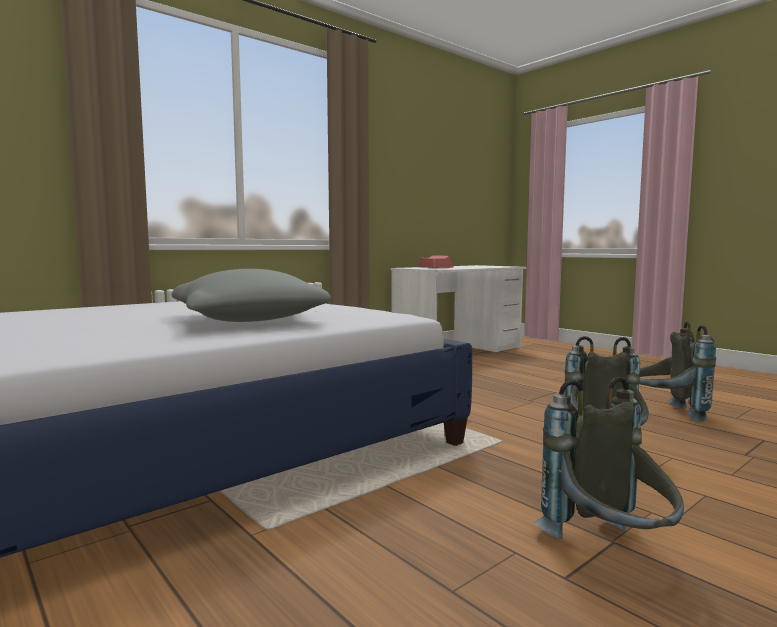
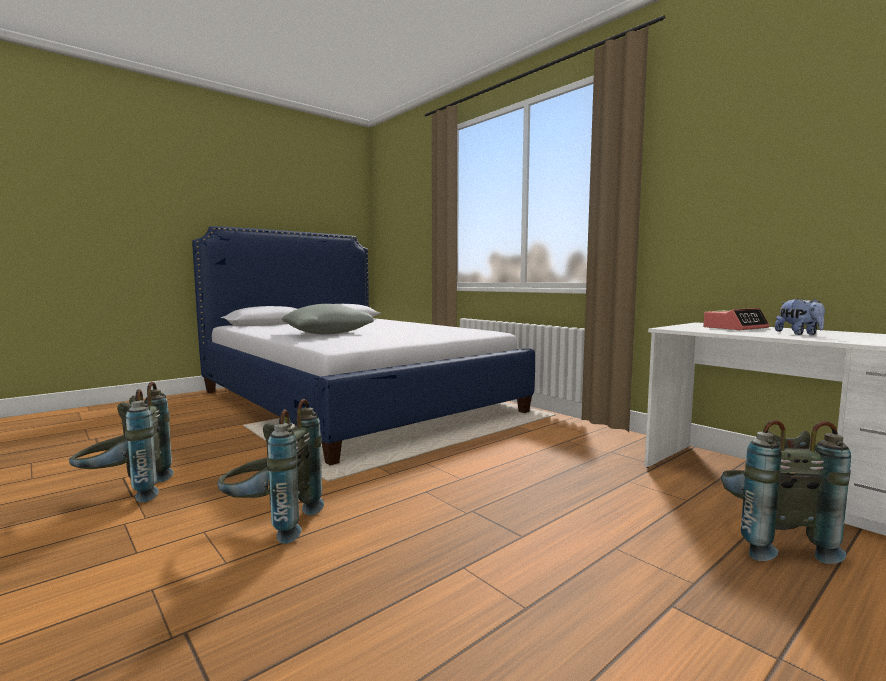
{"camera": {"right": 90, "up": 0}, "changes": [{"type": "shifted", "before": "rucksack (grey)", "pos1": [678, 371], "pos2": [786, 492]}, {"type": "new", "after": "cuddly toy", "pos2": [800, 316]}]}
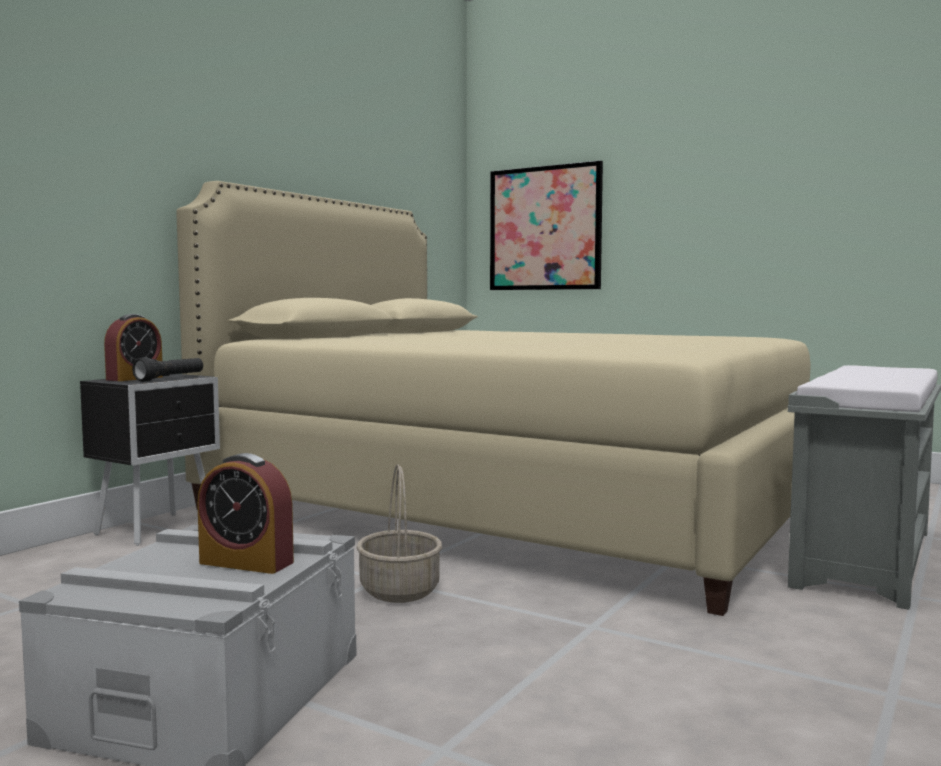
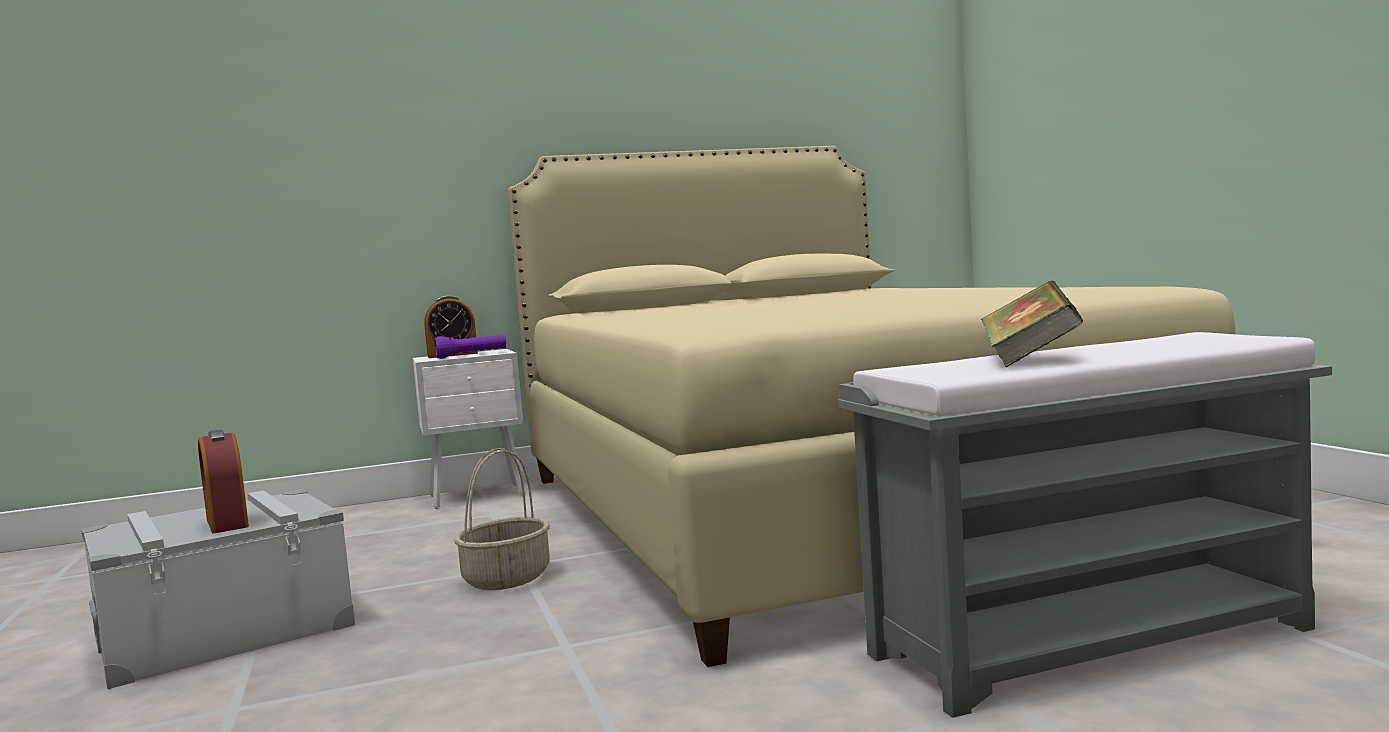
{"camera": {"right": 40, "up": 0}, "changes": [{"type": "gone", "before": "picture", "pos1": [546, 225]}, {"type": "repainted", "before": "torch (black-coloured)", "after": "torch (purplish)", "pos1": [167, 369], "pos2": [470, 347]}, {"type": "repainted", "before": "nightstand (black-coloured)", "after": "nightstand (whitish)", "pos1": [150, 460], "pos2": [470, 429]}, {"type": "new", "after": "bound book", "pos2": [1032, 324]}]}
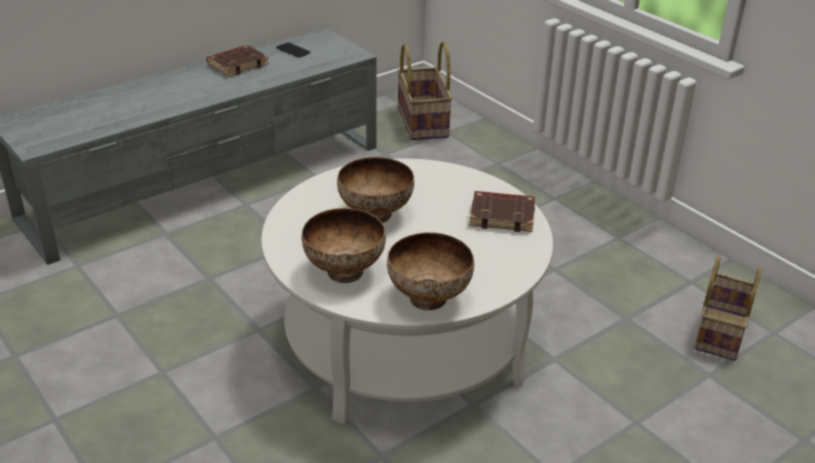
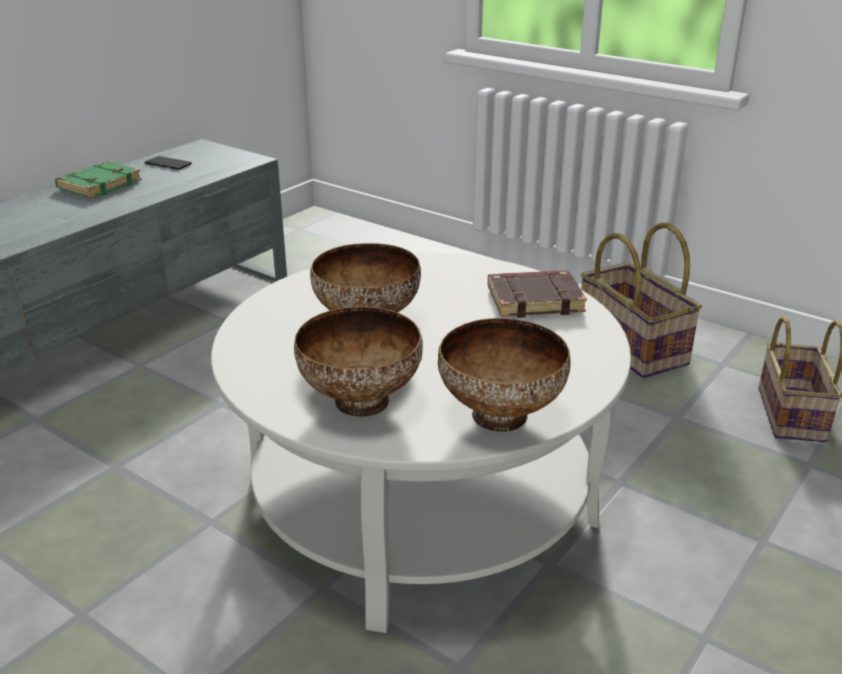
{"camera": {"right": -15, "up": -5}, "changes": [{"type": "shifted", "before": "storage basket", "pos1": [424, 91], "pos2": [641, 300]}, {"type": "repainted", "before": "bound book (brownish)", "after": "bound book (greenish)", "pos1": [238, 61], "pos2": [98, 179]}]}
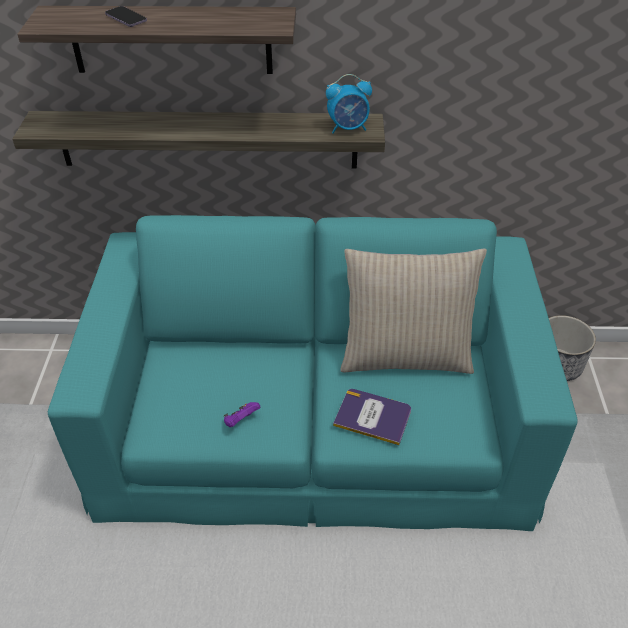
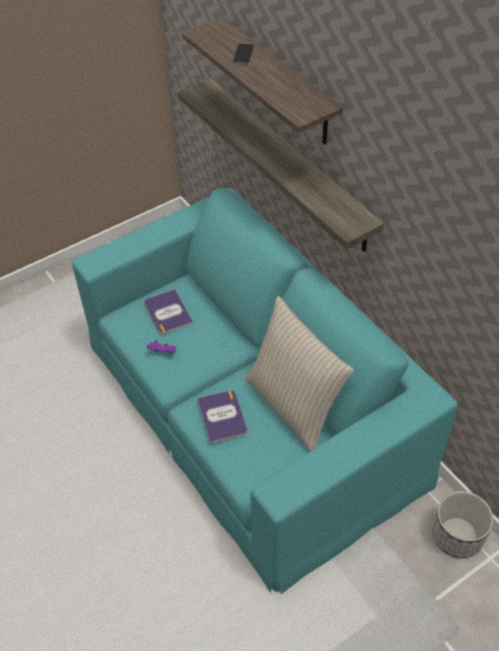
{"camera": {"right": 55, "up": 5}, "changes": [{"type": "gone", "before": "table clock", "pos1": [349, 104]}, {"type": "new", "after": "bound book", "pos2": [168, 311]}]}
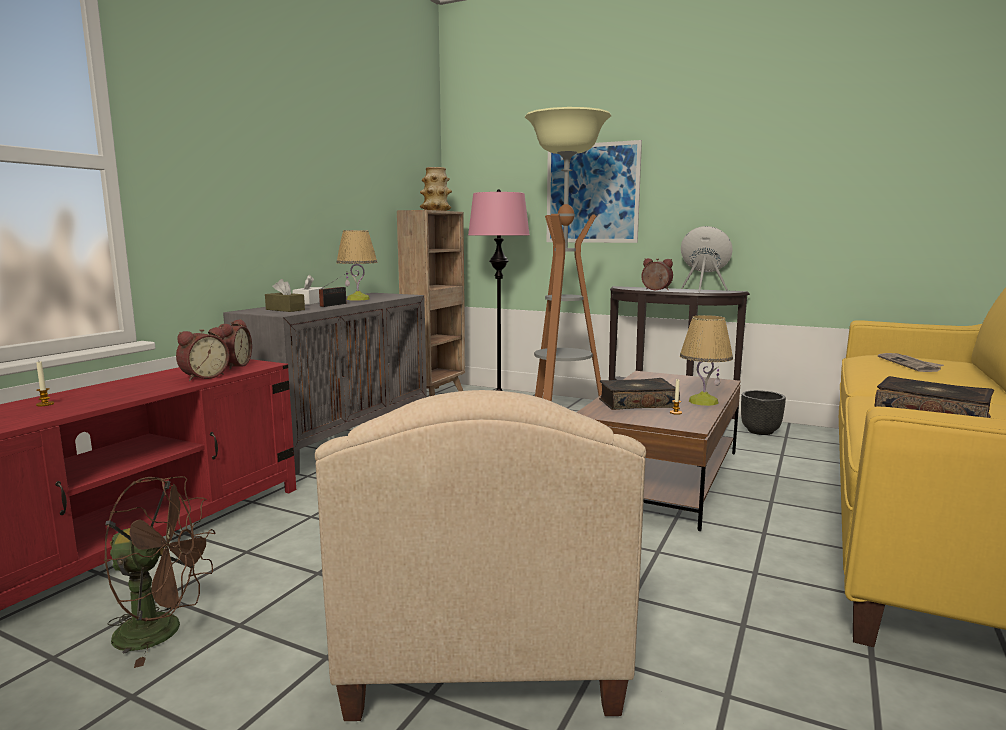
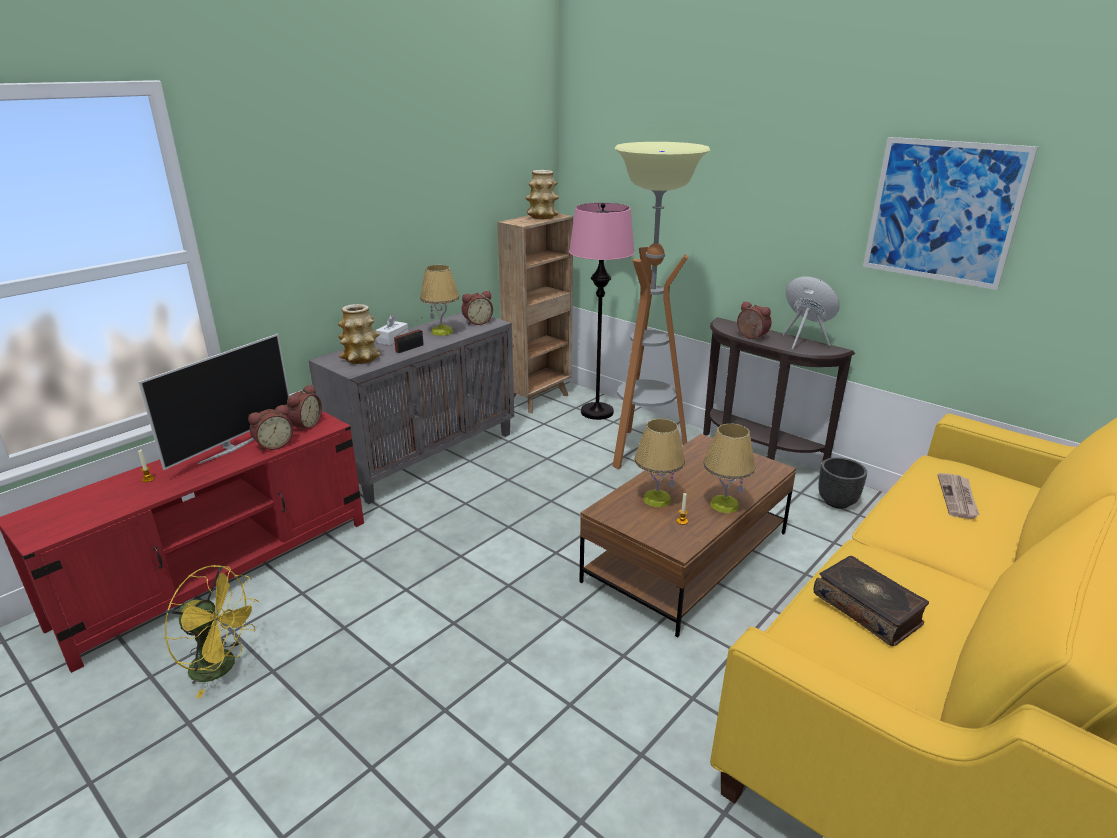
{"camera": {"right": 15, "up": 15}, "changes": [{"type": "shifted", "before": "picture", "pos1": [594, 191], "pos2": [950, 213]}, {"type": "swapped", "before": "tissue holder (brownish)", "after": "flower vase", "pos1": [285, 295], "pos2": [359, 334]}, {"type": "swapped", "before": "bound book", "after": "lamp for a table", "pos1": [639, 394], "pos2": [659, 463]}, {"type": "gone", "before": "armchair (beige)", "pos1": [480, 555]}, {"type": "repainted", "before": "electric fan (brownish)", "after": "electric fan (yellow)", "pos1": [160, 572], "pos2": [211, 631]}, {"type": "new", "after": "table clock", "pos2": [477, 308]}, {"type": "new", "after": "television", "pos2": [214, 402]}]}
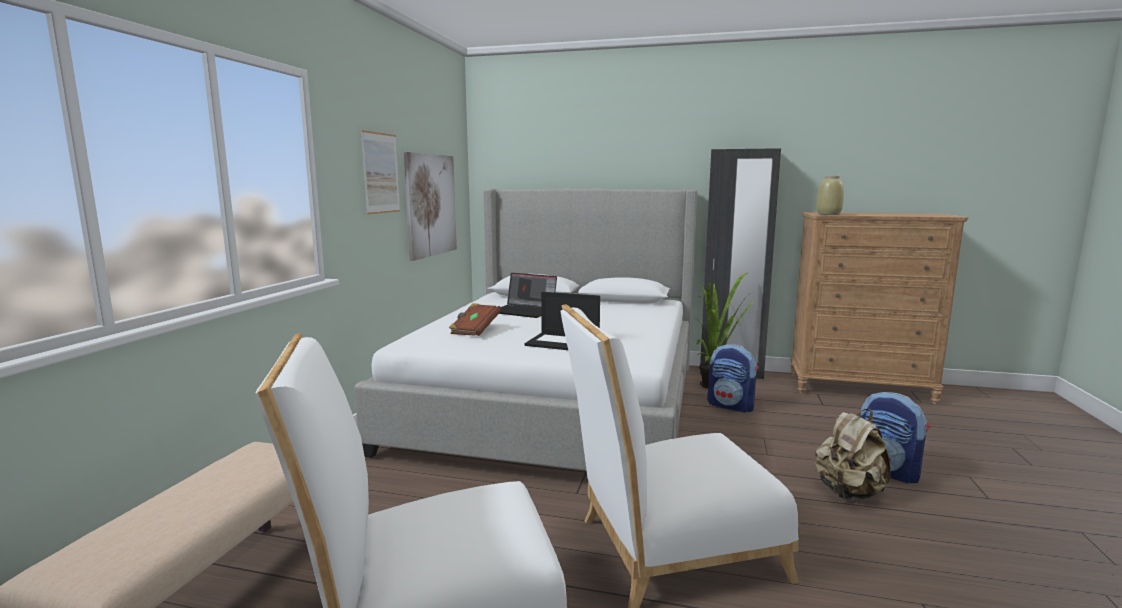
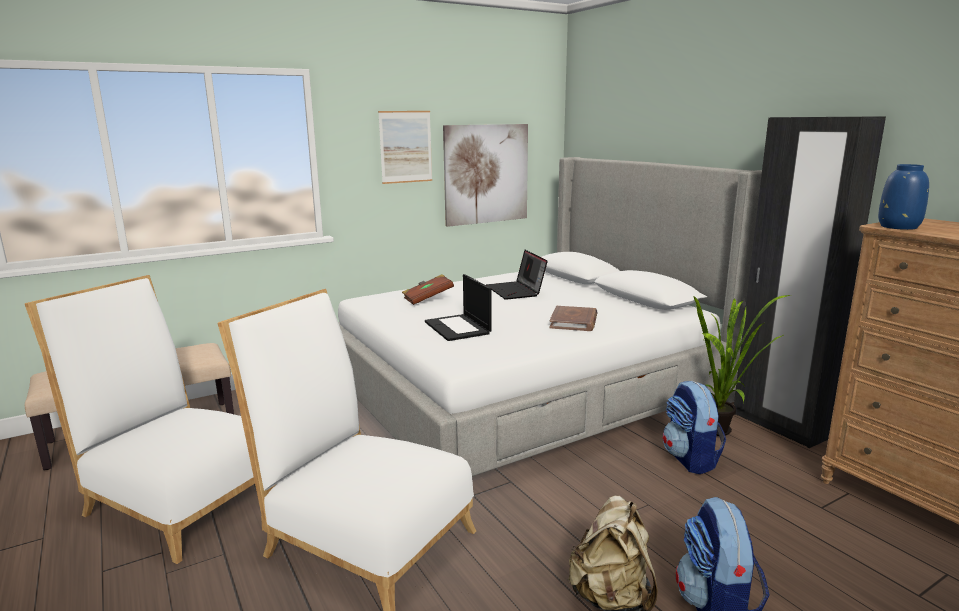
{"camera": {"right": 45, "up": 5}, "changes": [{"type": "repainted", "before": "flower vase (beige)", "after": "flower vase (bluish)", "pos1": [830, 195], "pos2": [903, 197]}, {"type": "new", "after": "bound book (brownish)", "pos2": [573, 318]}]}
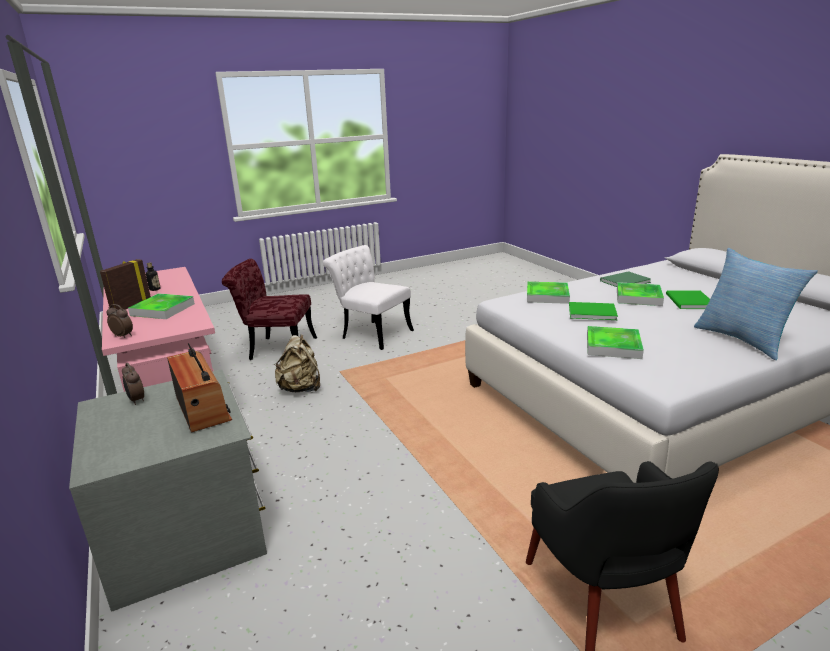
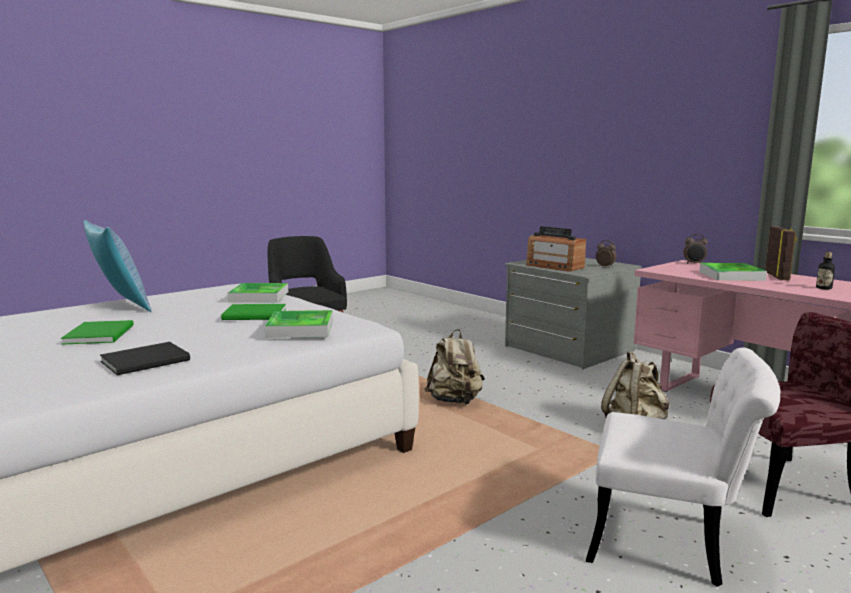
{"camera": {"right": 165, "up": -10}, "changes": [{"type": "repainted", "before": "bound book (greenish)", "after": "bound book (black-coloured)", "pos1": [625, 279], "pos2": [145, 358]}, {"type": "gone", "before": "carrying tray", "pos1": [640, 294]}, {"type": "new", "after": "rucksack (beige)", "pos2": [454, 367]}]}
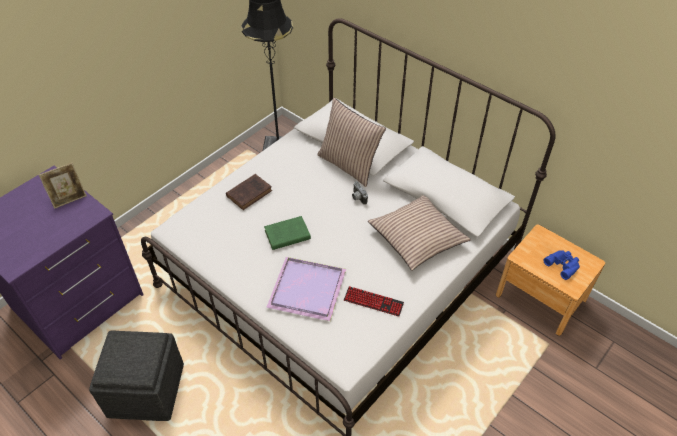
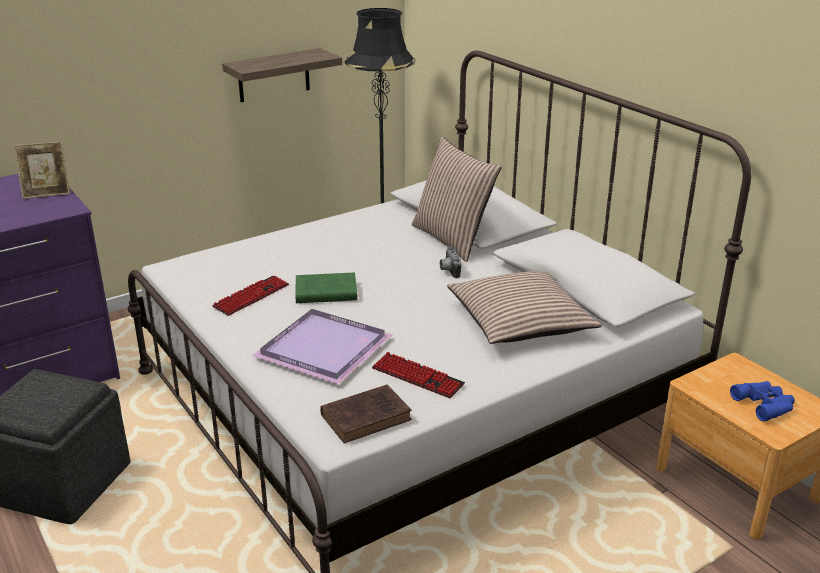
{"camera": {"right": 15, "up": -20}, "changes": [{"type": "shifted", "before": "bound book (brownish)", "pos1": [249, 192], "pos2": [366, 413]}, {"type": "new", "after": "shelf", "pos2": [282, 75]}, {"type": "new", "after": "PC keyboard", "pos2": [250, 296]}]}
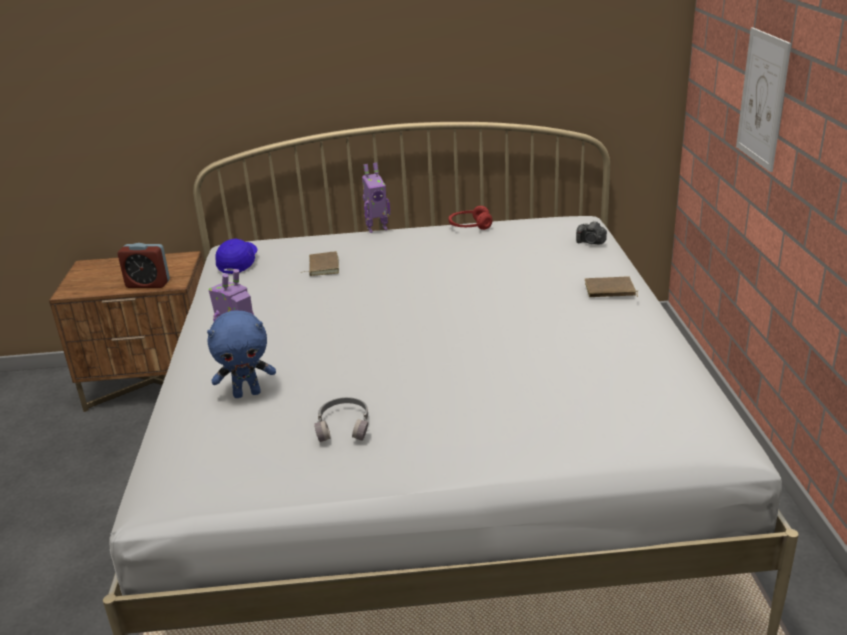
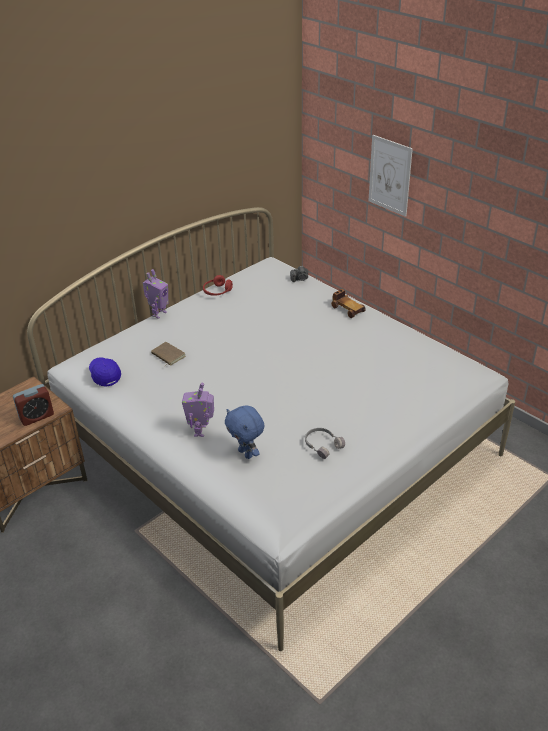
{"camera": {"right": -40, "up": 10}, "changes": [{"type": "swapped", "before": "bound book (brownish)", "after": "toy car", "pos1": [611, 286], "pos2": [348, 303]}, {"type": "rotated", "before": "cuddly toy (bluish)", "pos1": [241, 354], "pos2": [245, 432], "turn": 105}]}
